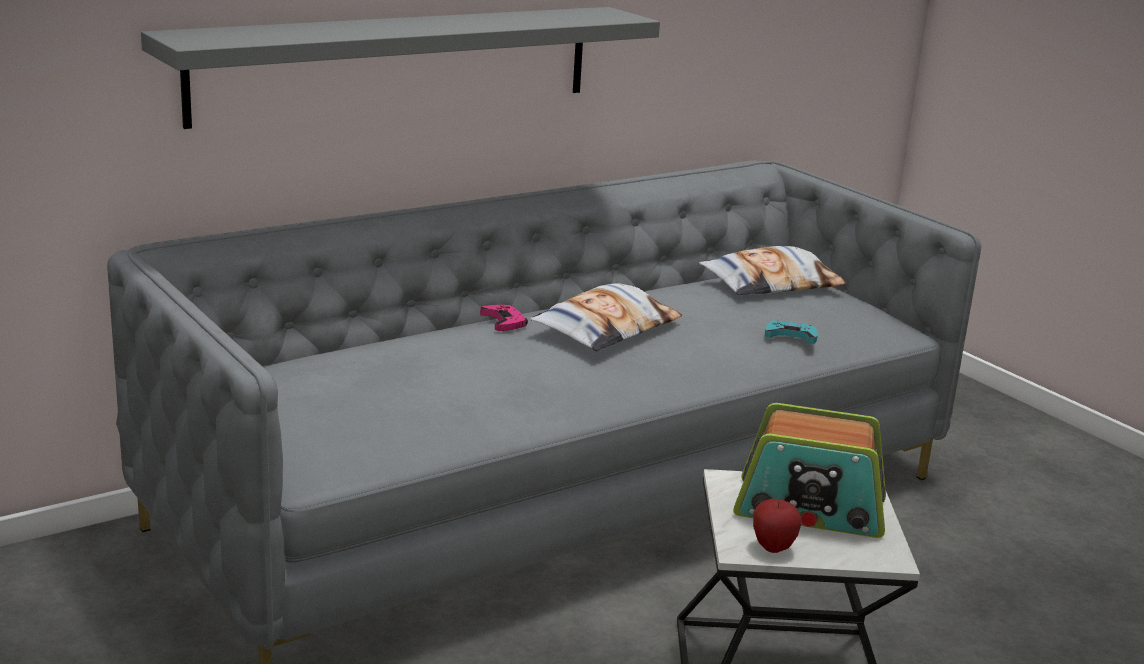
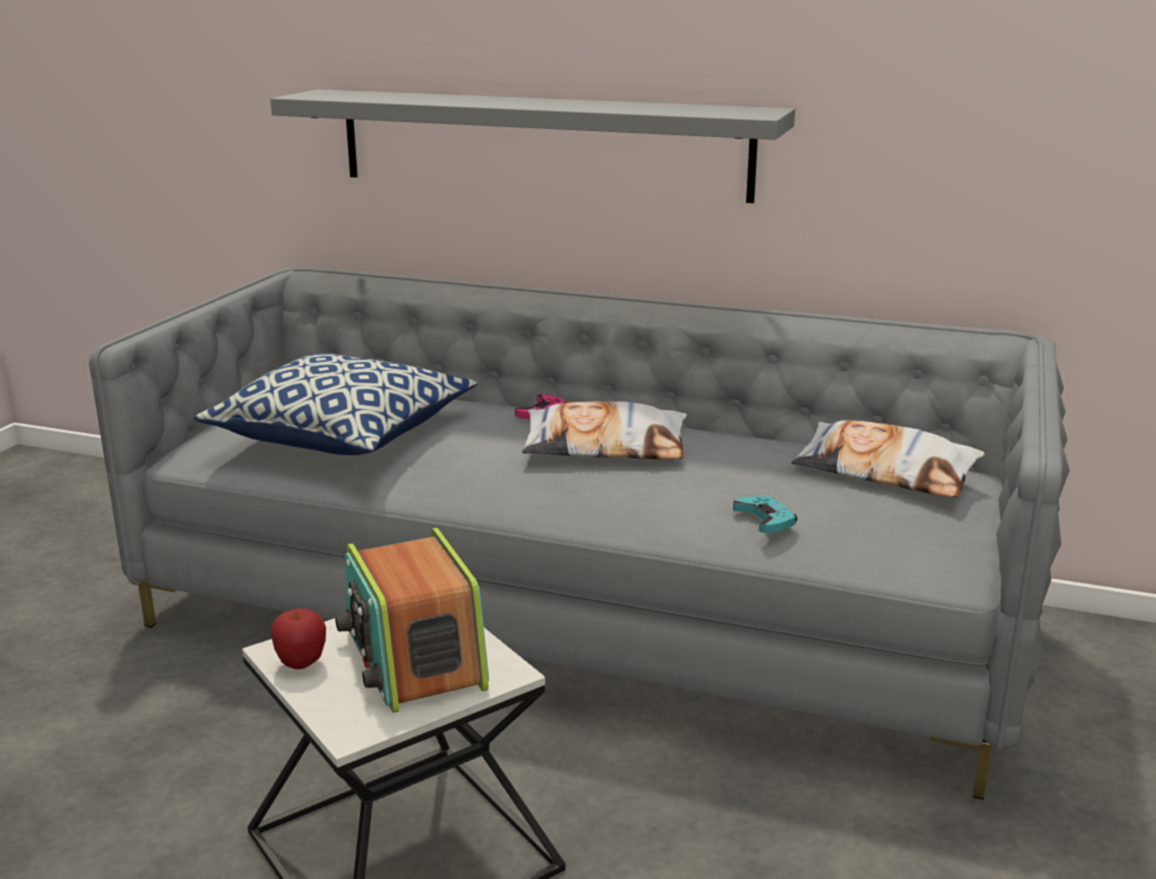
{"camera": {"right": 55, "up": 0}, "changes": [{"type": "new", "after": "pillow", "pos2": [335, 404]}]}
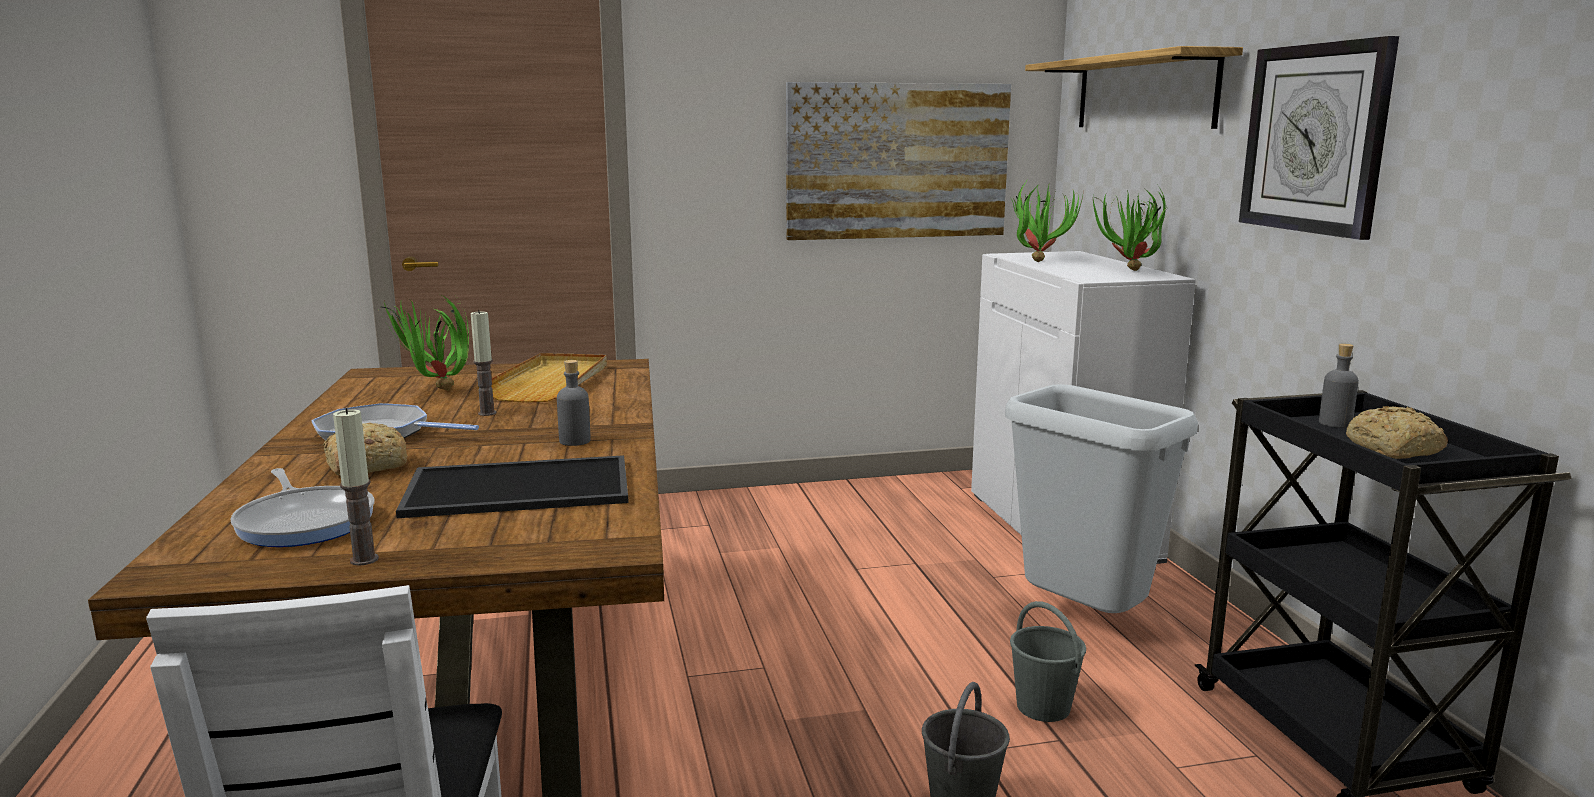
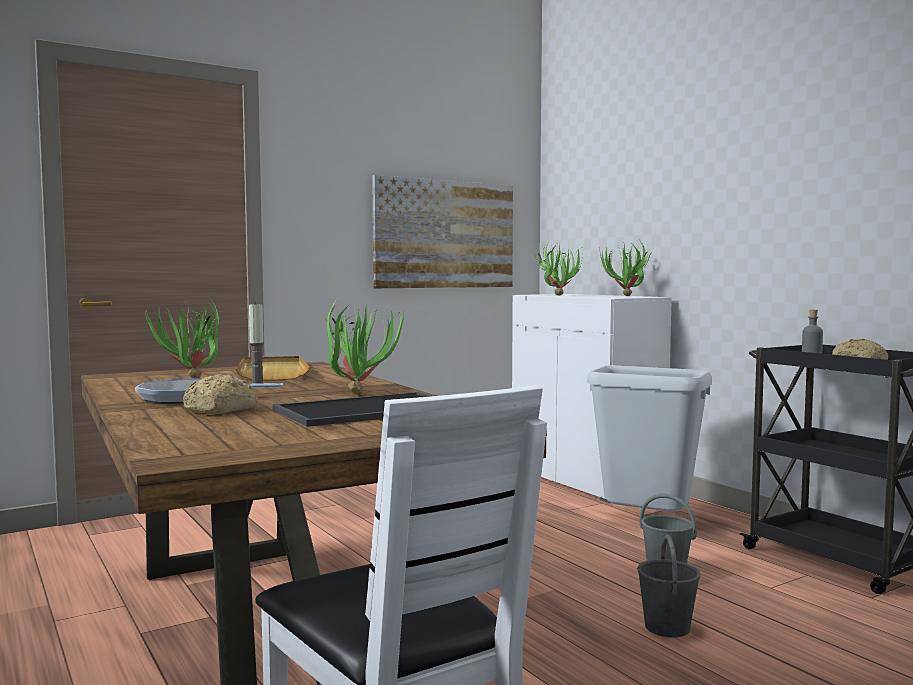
{"camera": {"right": -20, "up": -10}, "changes": [{"type": "gone", "before": "clock on the wall", "pos1": [1319, 138]}, {"type": "gone", "before": "shelf", "pos1": [1134, 87]}, {"type": "swapped", "before": "bottle (grey)", "after": "houseplant", "pos1": [573, 403], "pos2": [364, 346]}, {"type": "gone", "before": "candle", "pos1": [356, 487]}, {"type": "gone", "before": "skillet", "pos1": [302, 507]}]}
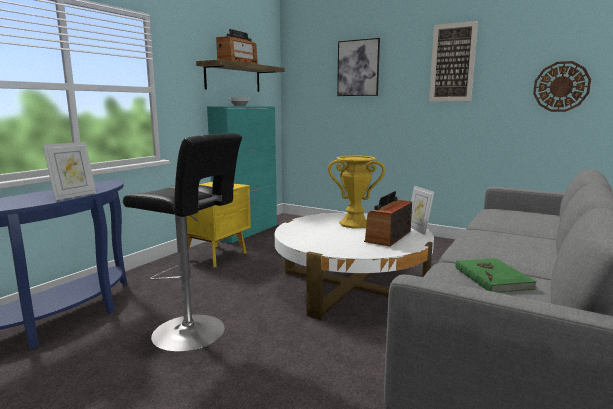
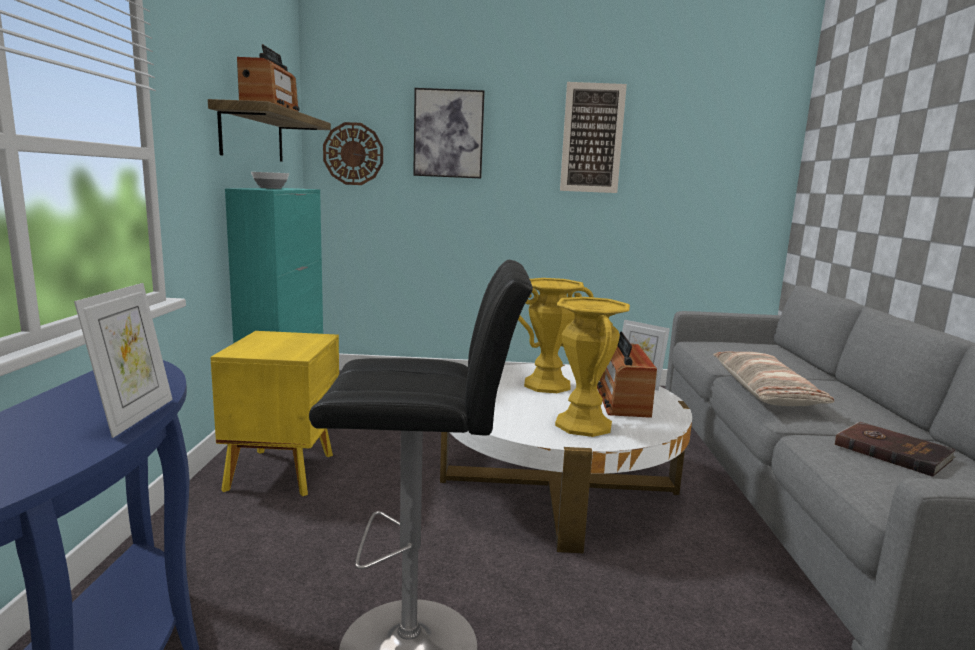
{"camera": {"right": -30, "up": 0}, "changes": [{"type": "shifted", "before": "clock on the wall", "pos1": [562, 86], "pos2": [353, 153]}, {"type": "repainted", "before": "bound book (greenish)", "after": "bound book (brownish)", "pos1": [496, 275], "pos2": [895, 449]}, {"type": "new", "after": "flower vase (yellow)", "pos2": [592, 367]}, {"type": "new", "after": "pillow", "pos2": [773, 378]}]}
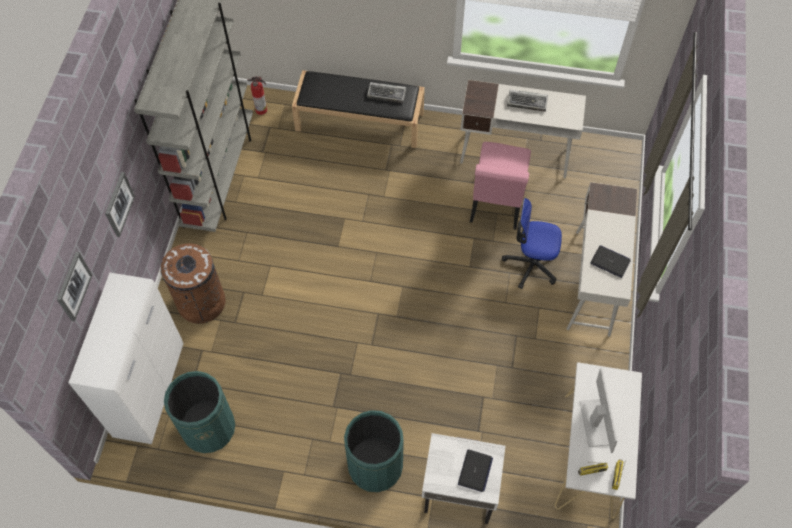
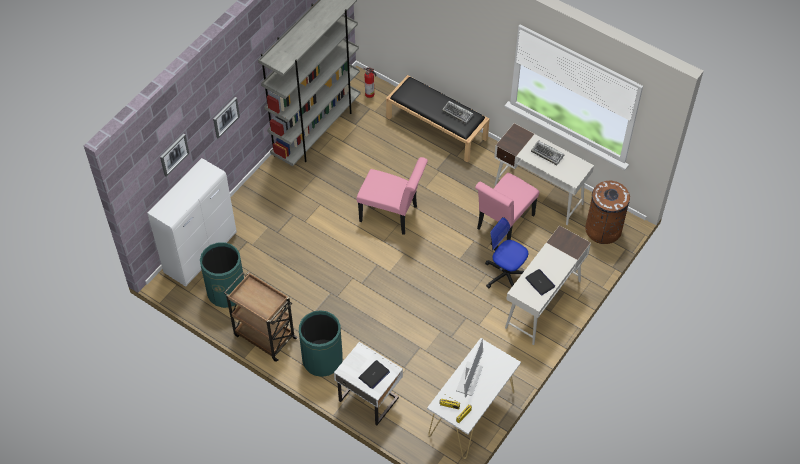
{"camera": {"right": 25, "up": -5}, "changes": [{"type": "shifted", "before": "trash can (brownish)", "pos1": [193, 283], "pos2": [607, 212]}, {"type": "new", "after": "upright chair (pinkish)", "pos2": [392, 196]}, {"type": "new", "after": "trolley (brownish)", "pos2": [261, 317]}]}
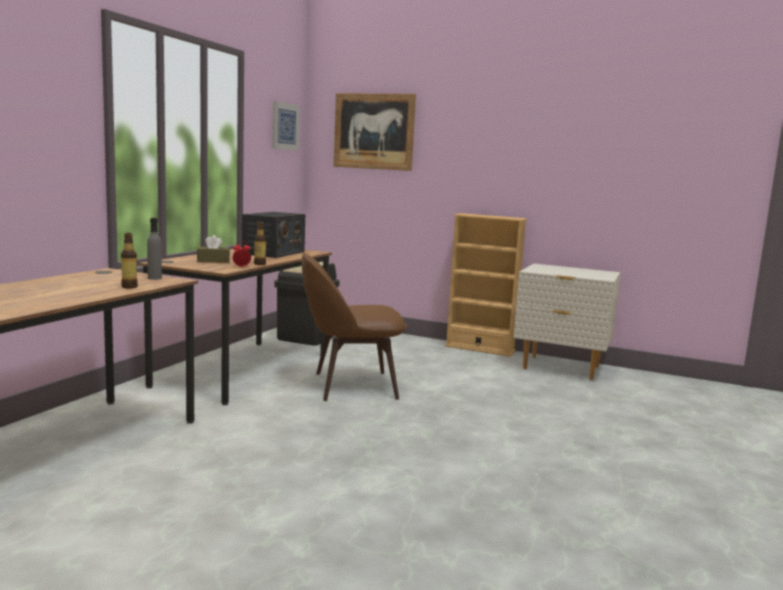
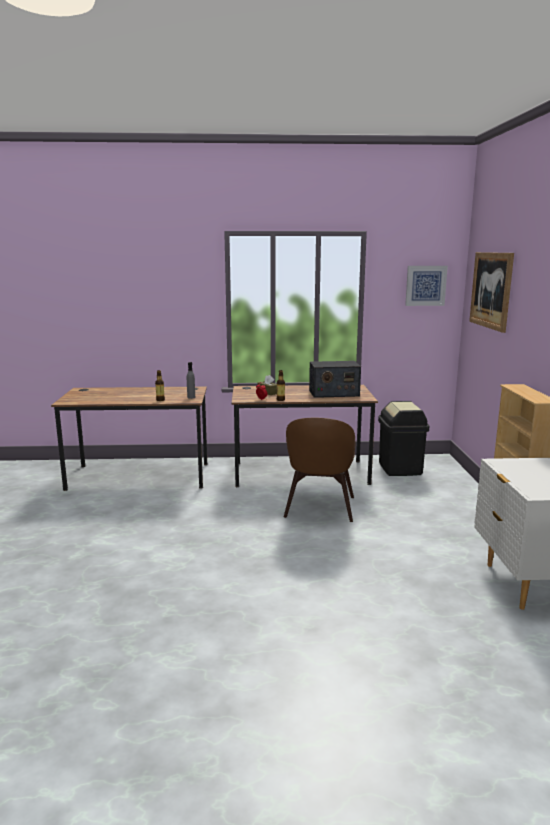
{"camera": {"right": 65, "up": 5}, "changes": [{"type": "rotated", "before": "upright chair (brownish)", "pos1": [354, 326], "pos2": [319, 470], "turn": -135}]}
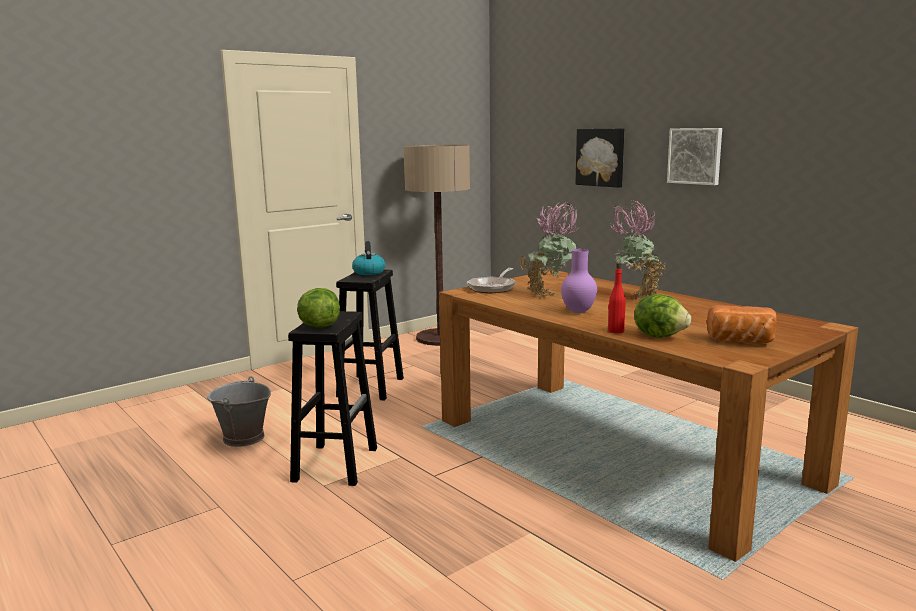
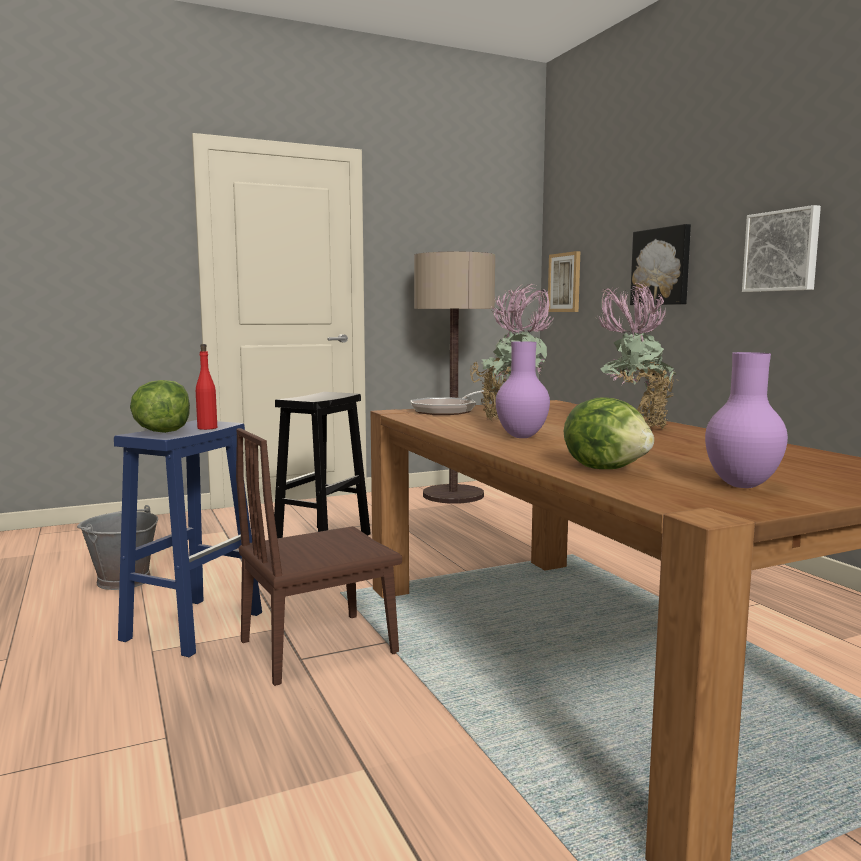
{"camera": {"right": 15, "up": -5}, "changes": [{"type": "gone", "before": "tea kettle", "pos1": [369, 258]}, {"type": "shifted", "before": "bottle (reddish)", "pos1": [617, 298], "pos2": [206, 387]}, {"type": "swapped", "before": "bread", "after": "flower vase (purplish)", "pos1": [742, 324], "pos2": [746, 420]}, {"type": "repainted", "before": "sitting stool (black-coloured)", "after": "sitting stool (bluish)", "pos1": [332, 398], "pos2": [188, 538]}, {"type": "new", "after": "picture", "pos2": [564, 281]}, {"type": "new", "after": "upright chair (brownish)", "pos2": [319, 557]}]}
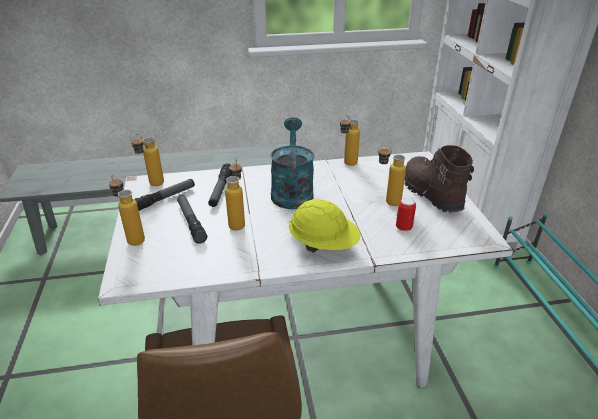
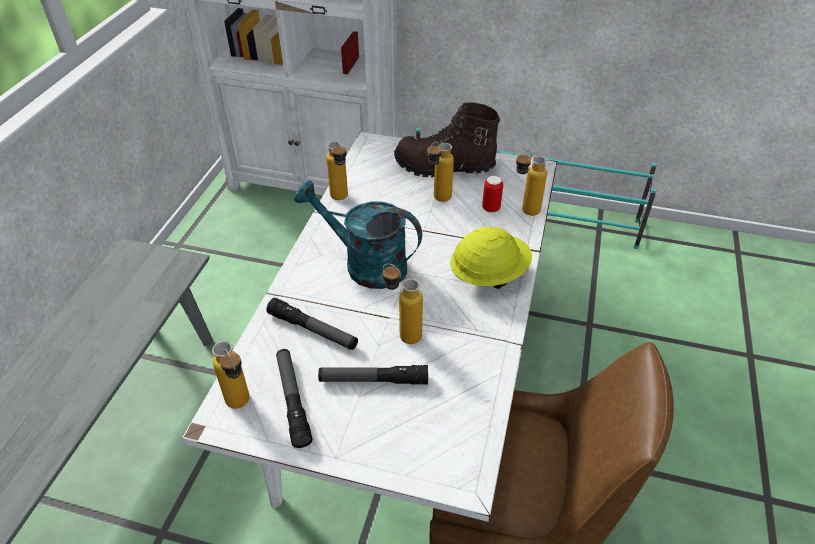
{"camera": {"right": -65, "up": 10}, "changes": [{"type": "shifted", "before": "bottle", "pos1": [127, 210], "pos2": [531, 183]}]}
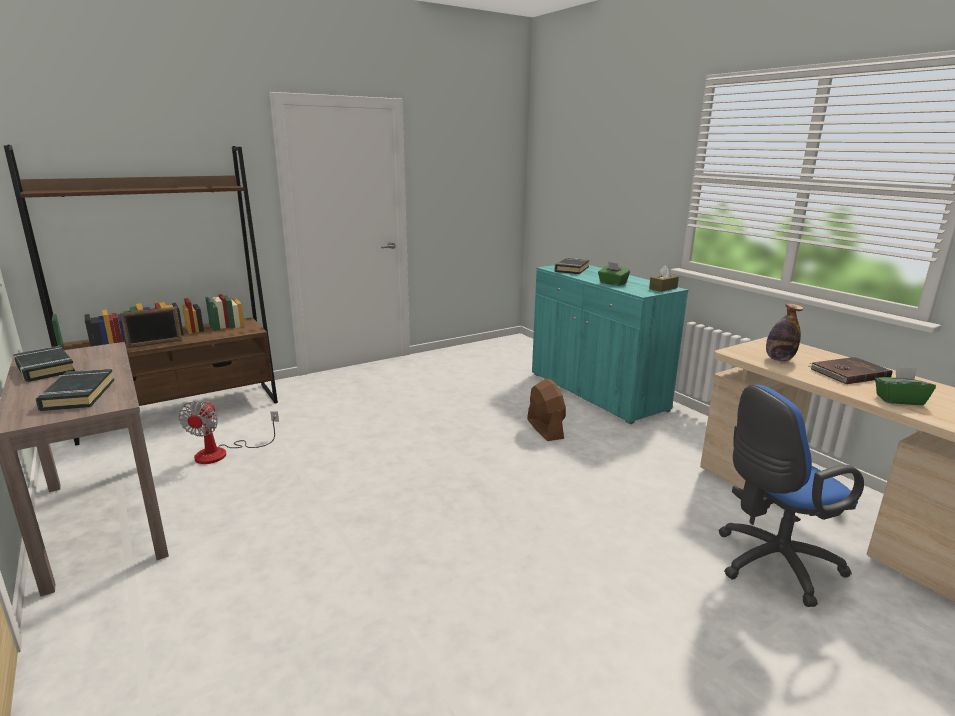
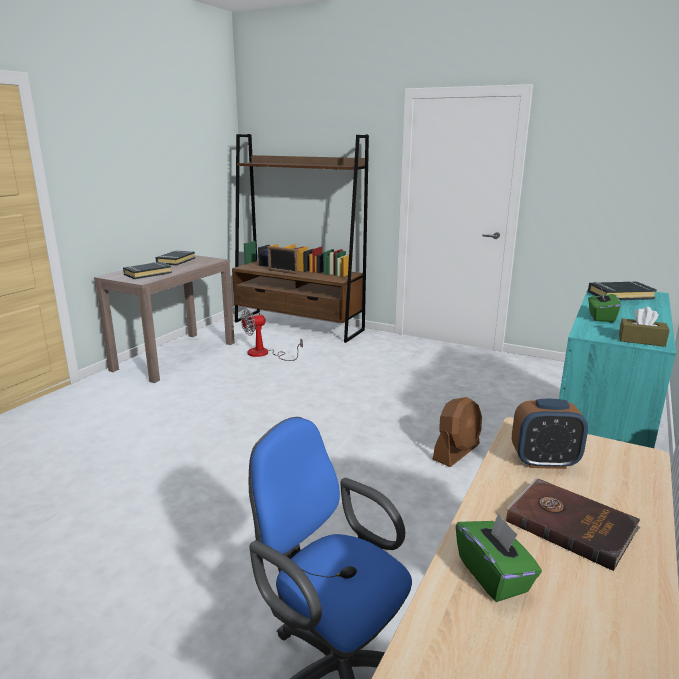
{"camera": {"right": 60, "up": 0}, "changes": [{"type": "swapped", "before": "bottle", "after": "table clock", "pos1": [784, 332], "pos2": [550, 434]}]}
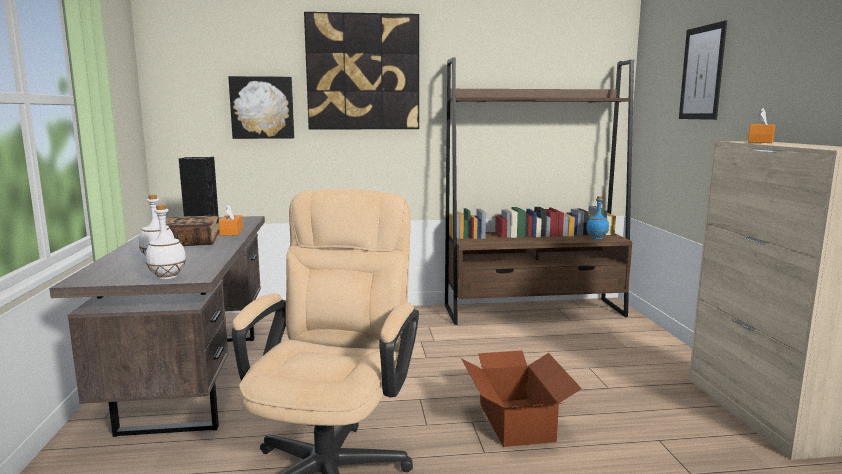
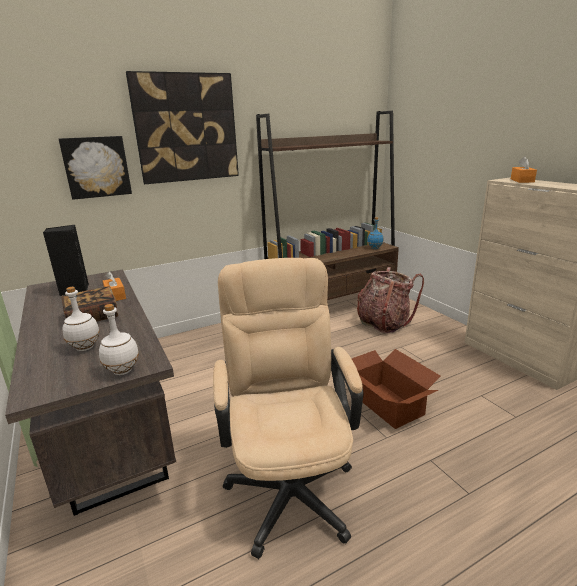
{"camera": {"right": -20, "up": 10}, "changes": [{"type": "gone", "before": "picture", "pos1": [703, 70]}, {"type": "new", "after": "rucksack", "pos2": [390, 300]}]}
